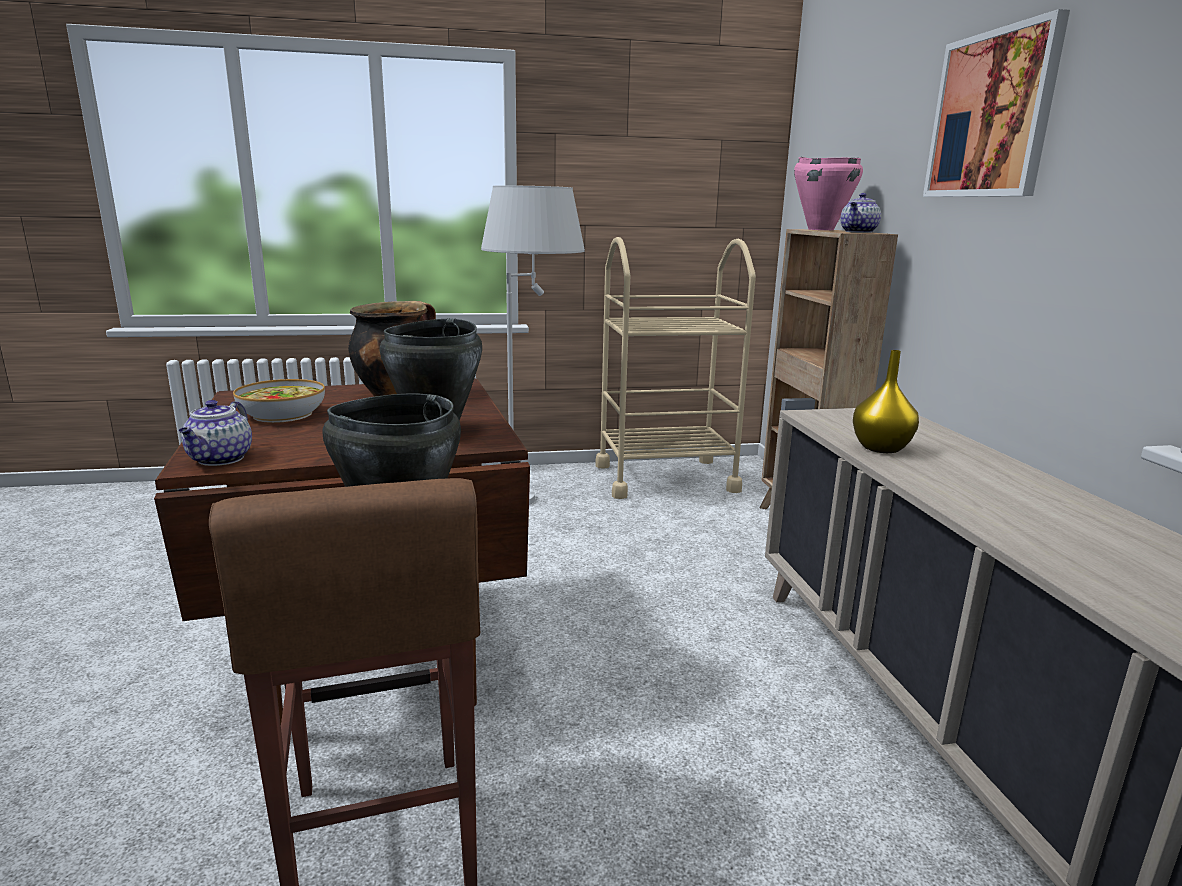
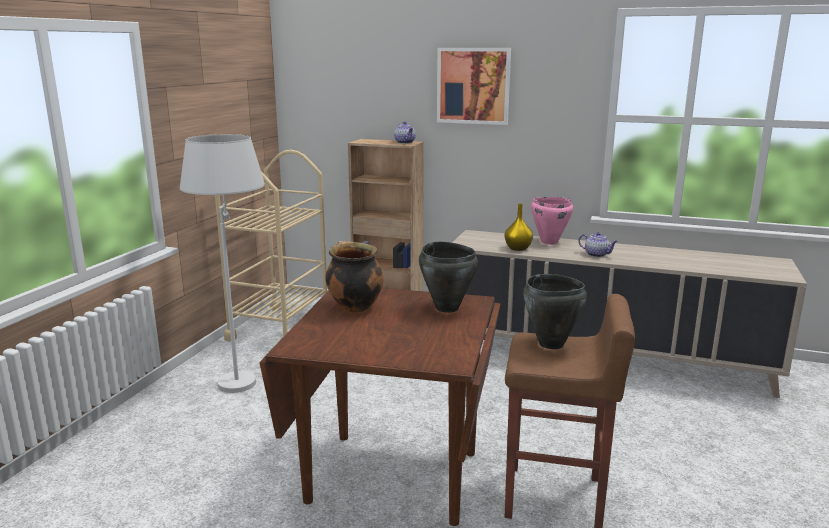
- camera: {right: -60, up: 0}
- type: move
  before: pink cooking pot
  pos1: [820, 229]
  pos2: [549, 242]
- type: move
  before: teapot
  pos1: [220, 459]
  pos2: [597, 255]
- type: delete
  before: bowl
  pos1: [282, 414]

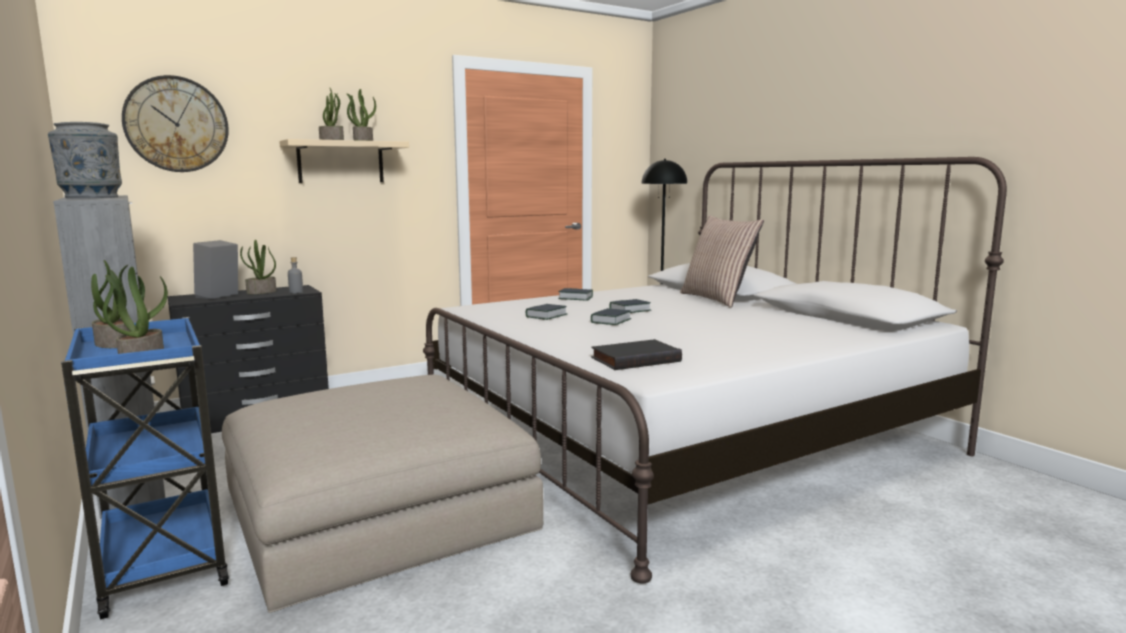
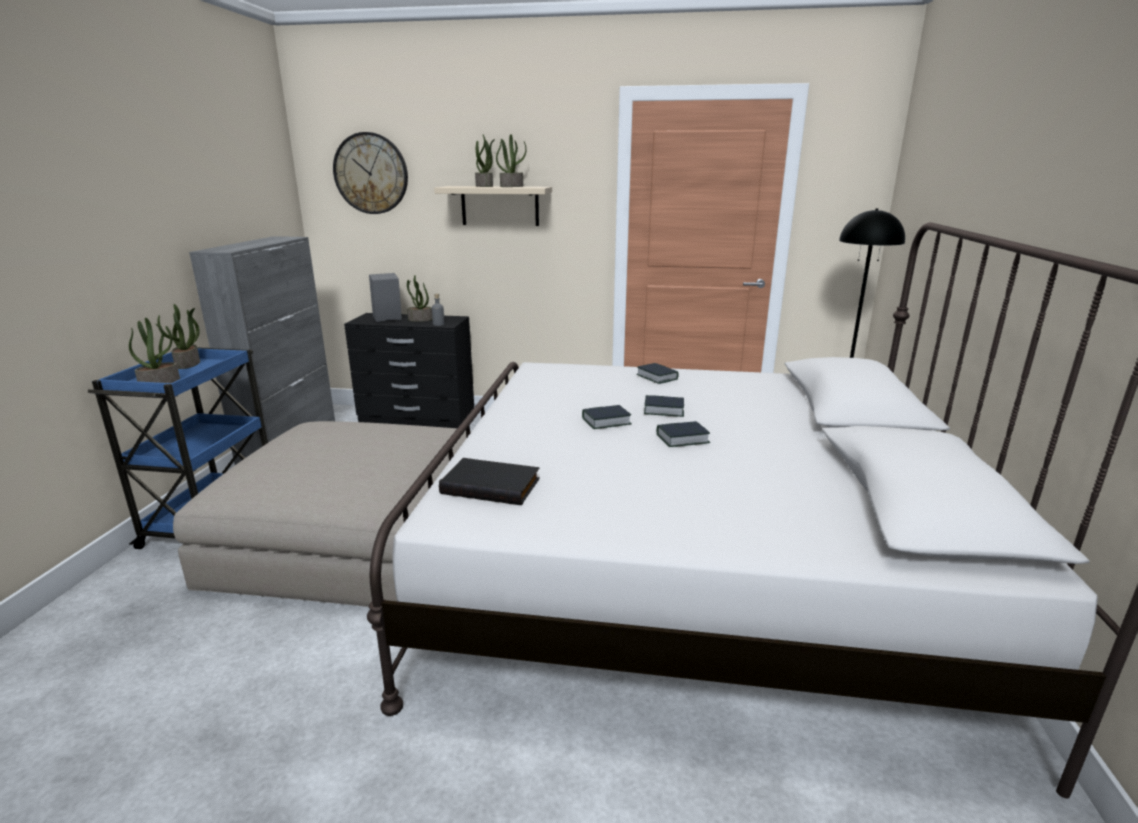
- camera: {right: 40, up: 10}
- type: move
  before: book
  pos1: [546, 316]
  pos2: [682, 439]
- type: delete
  before: grey vase
  pos1: [91, 197]
- type: delete
  before: pillow
  pos1: [717, 299]

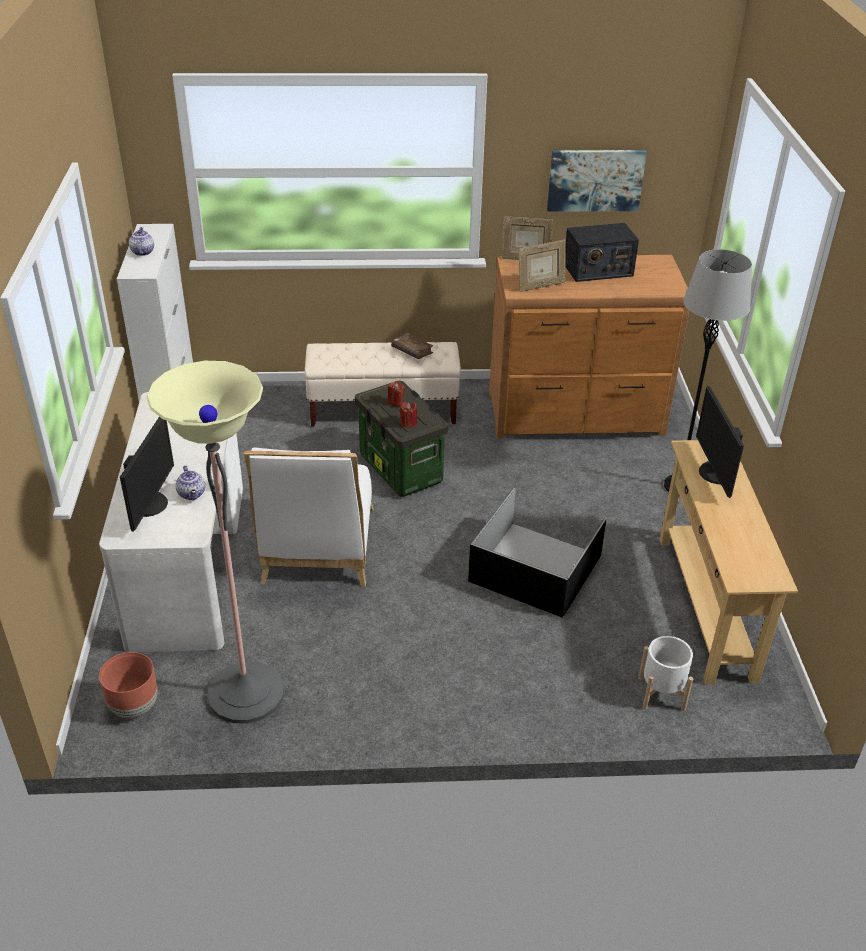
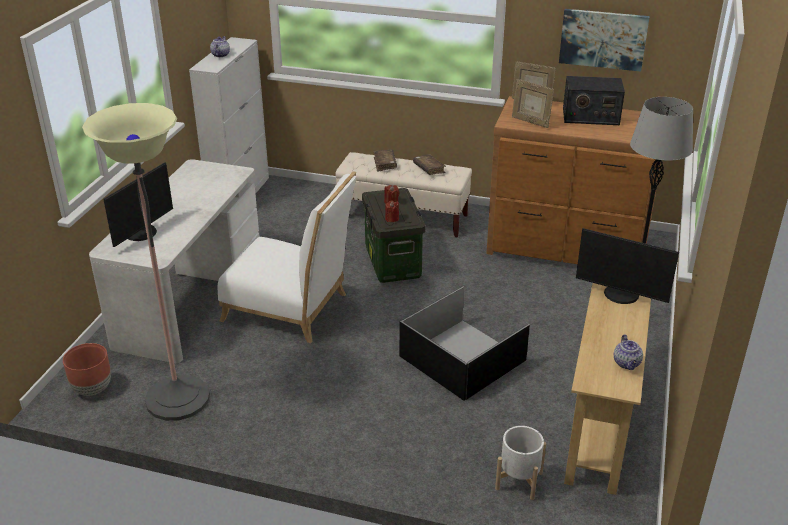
- camera: {right: 20, up: -5}
- type: rotate
  before: white chair
  pos1: [317, 551]
  pos2: [292, 309]
  turn: -90
- type: insert
  after: brown book
  pos2: [385, 164]
- type: rotate
  before: picture frame
  pos1: [540, 286]
  pos2: [530, 122]
  turn: 45
- type: rotate
  before: monitor
  pos1: [715, 473]
  pos2: [621, 295]
  turn: -75
- type: move
  before: teapot
  pos1: [192, 494]
  pos2: [627, 364]

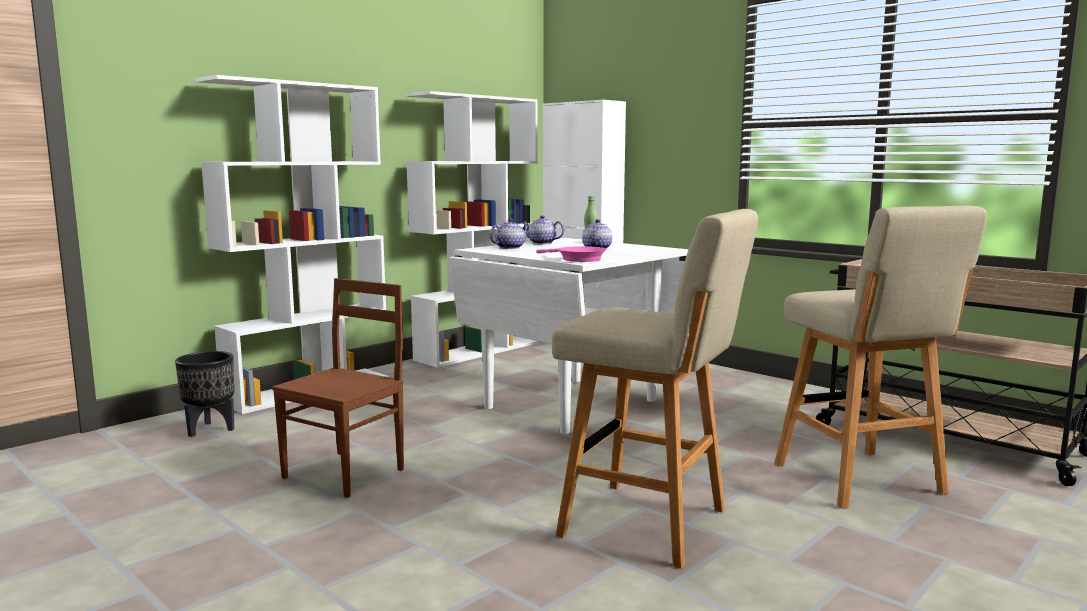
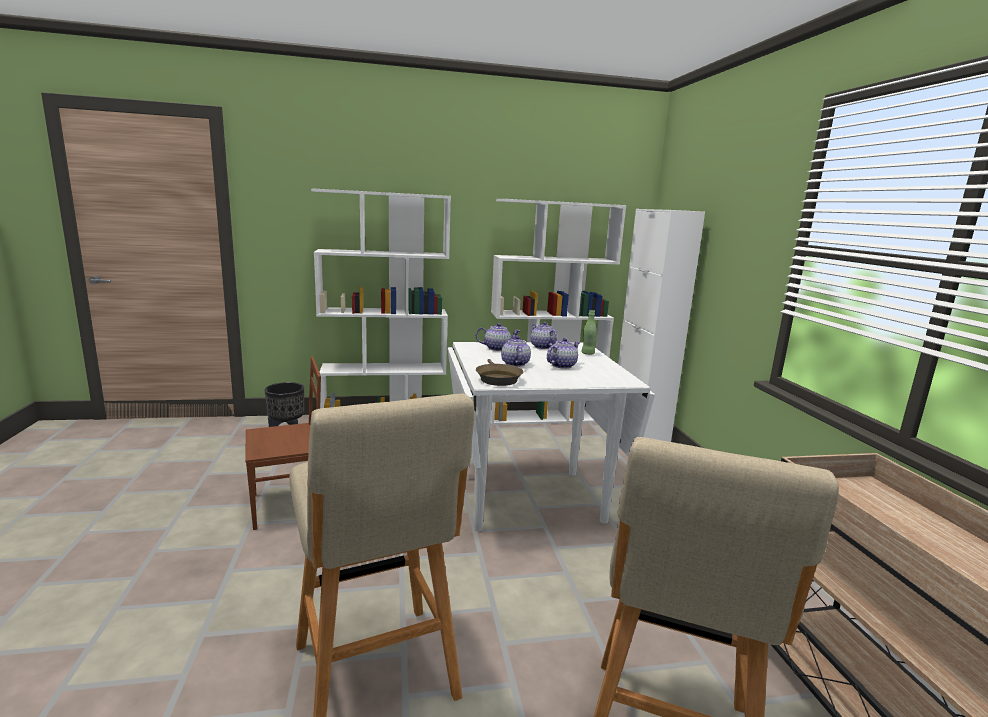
- camera: {right: 35, up: 5}
- type: recolor
  before: pink frying pan
  after: brown frying pan
  pos1: [577, 259]
  pos2: [497, 378]
- type: insert
  after: teapot
  pos2: [514, 364]

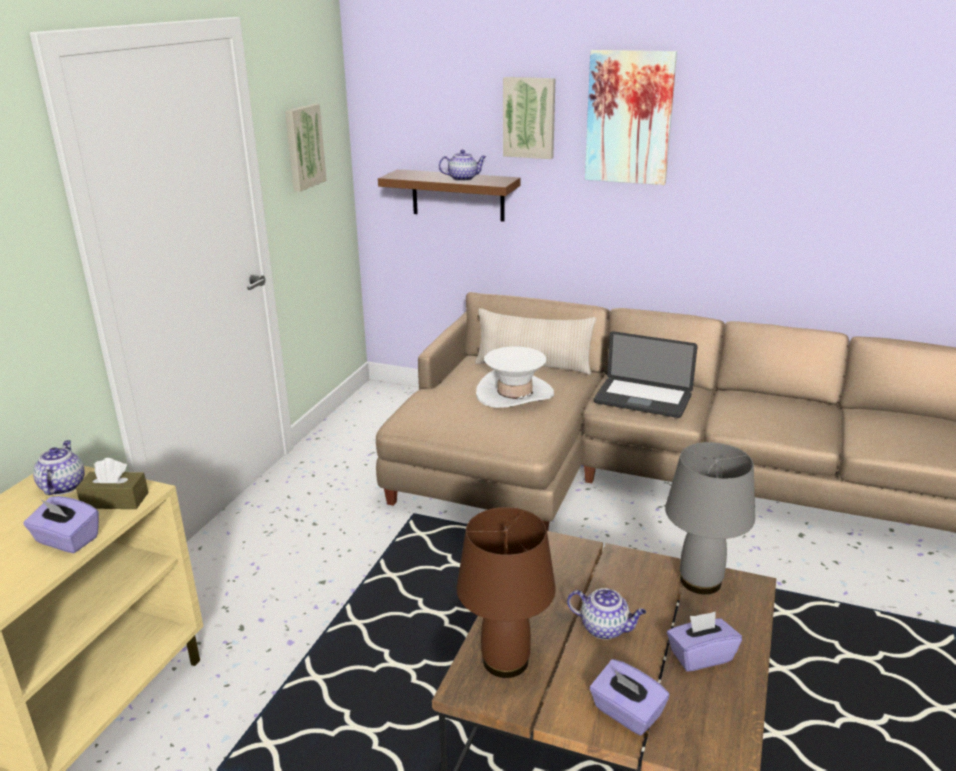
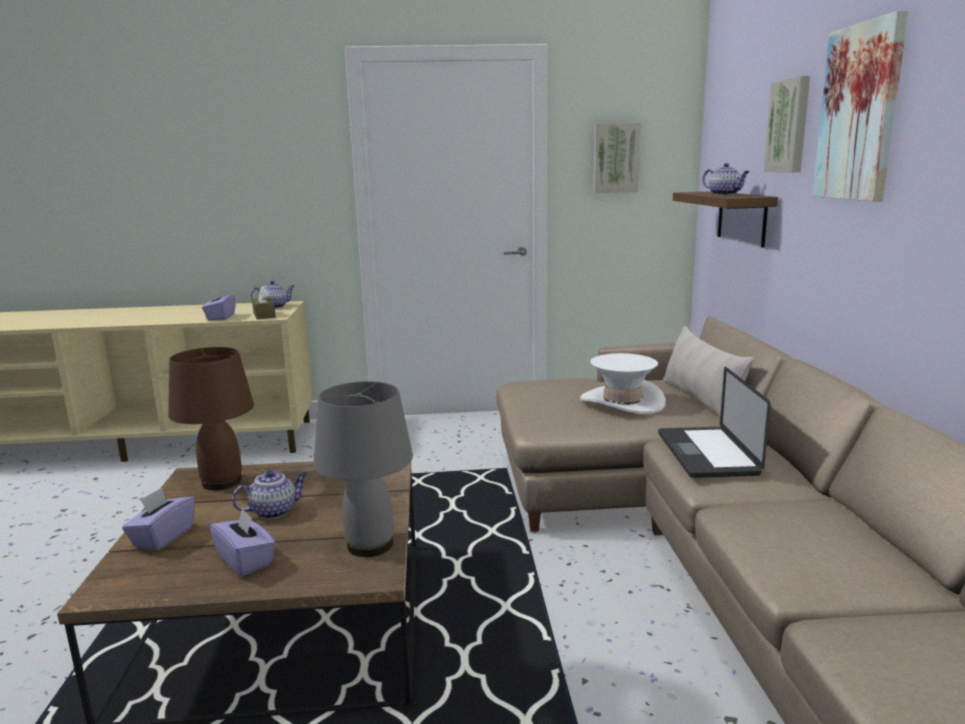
- camera: {right: 65, up: -10}
- type: rotate
  before: teapot
  pos1: [605, 628]
  pos2: [274, 511]
  turn: -120

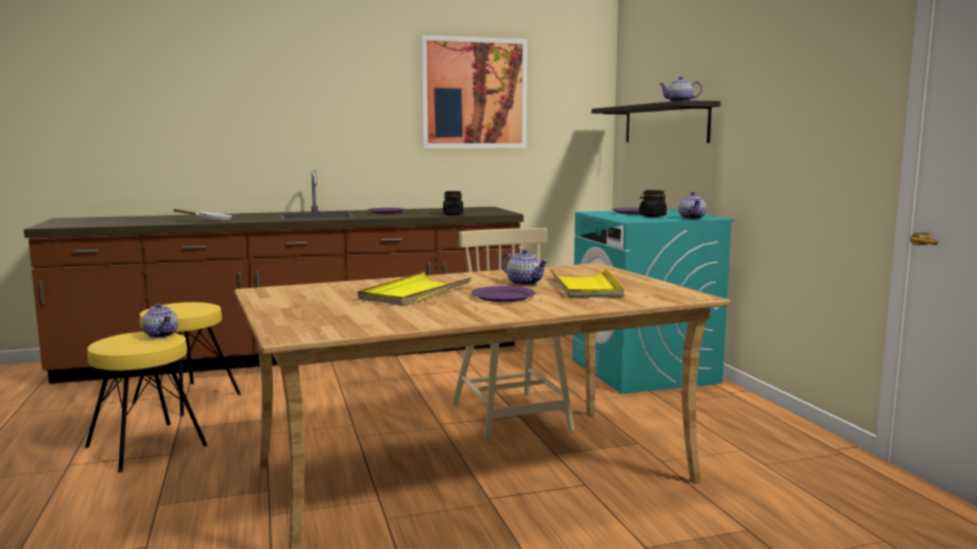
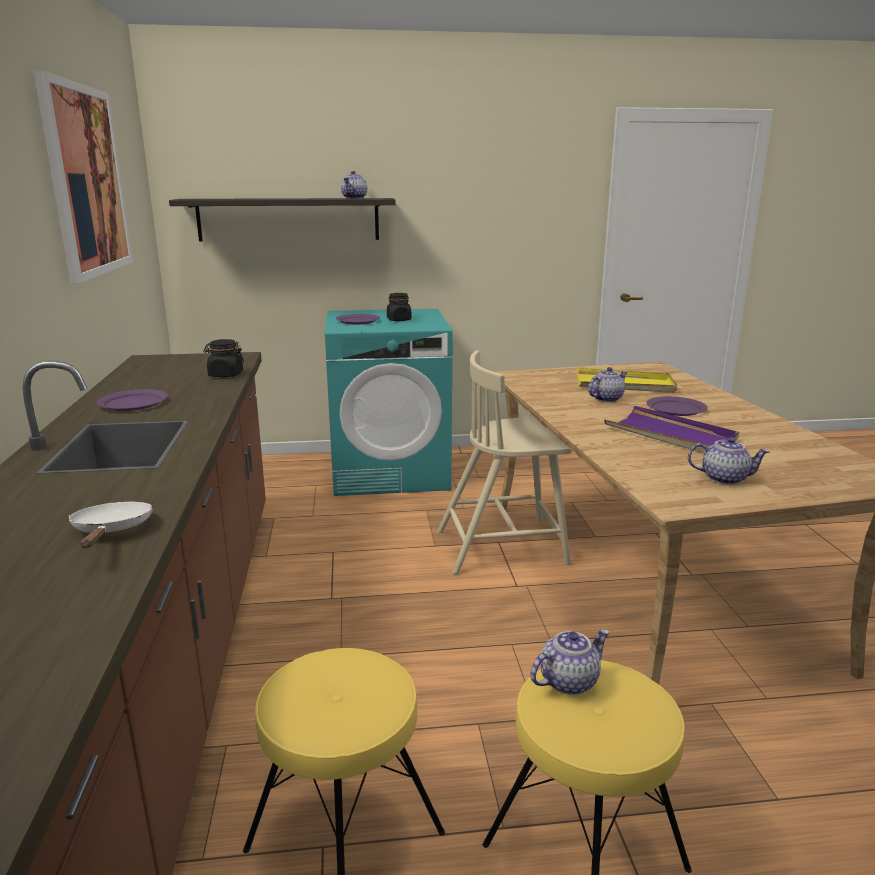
- camera: {right: -80, up: 10}
- type: recolor
  before: yellow tray
  after: purple tray
  pos1: [415, 293]
  pos2: [670, 435]
- type: move
  before: teapot
  pos1: [692, 218]
  pos2: [724, 478]

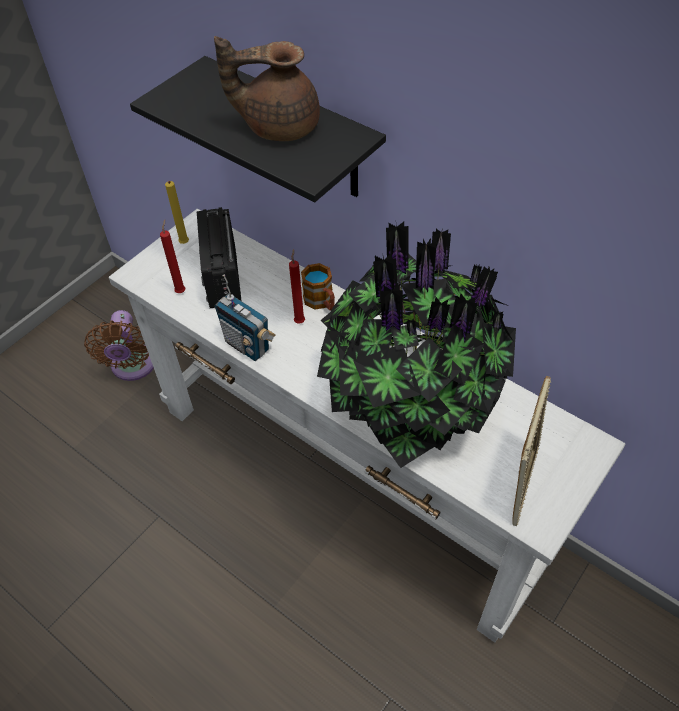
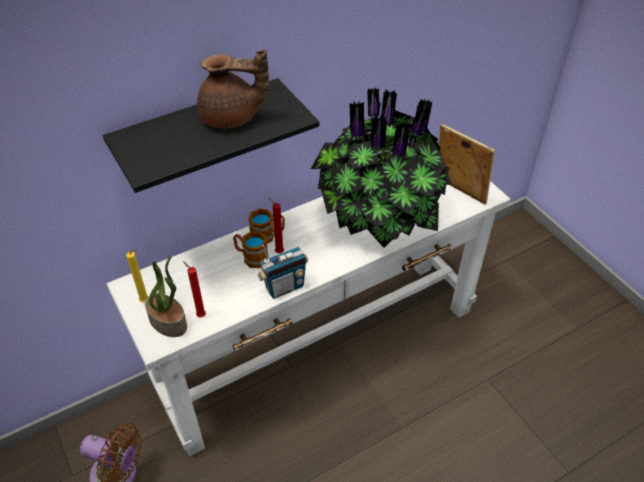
- camera: {right: -70, up: -5}
- type: insert
  after: potted plant
  pos2: [169, 322]
- type: rotate
  before: brown teapot
  pos1: [279, 126]
  pos2: [231, 118]
  turn: -105
- type: insert
  after: mug
  pos2: [251, 257]
- type: delete
  before: radio
  pos1: [223, 278]

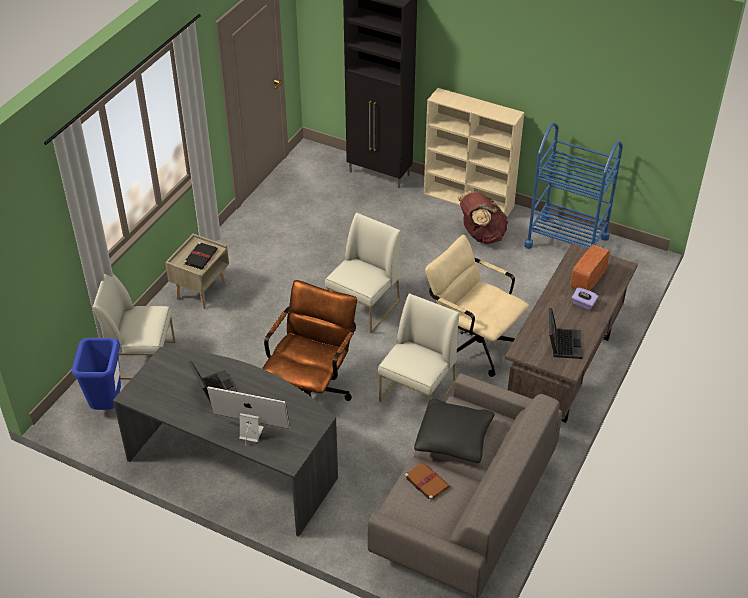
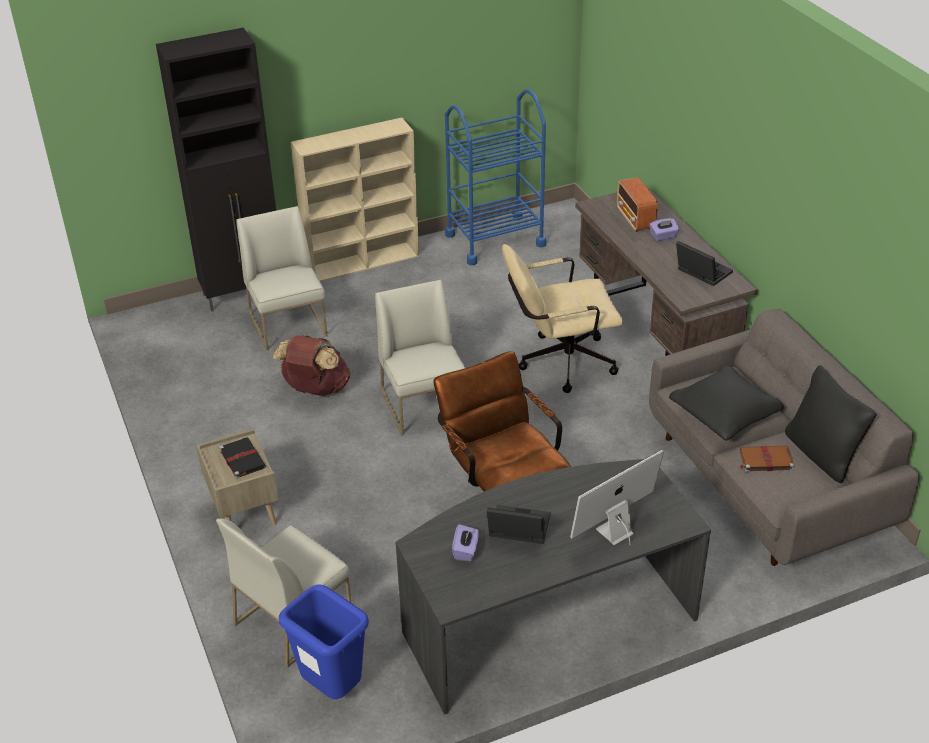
- camera: {right: -50, up: -5}
- type: move
  before: white chair
  pos1: [417, 392]
  pos2: [289, 325]
- type: move
  before: brown backpack
  pos1: [481, 235]
  pos2: [316, 389]
- type: insert
  after: purple tissue box
  pos2: [466, 551]
- type: insert
  after: black pillow
  pos2: [822, 454]

